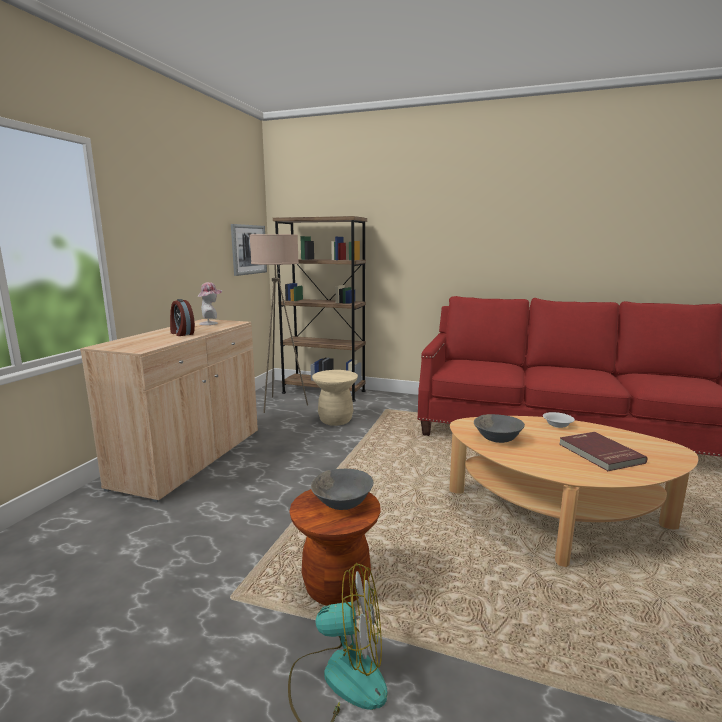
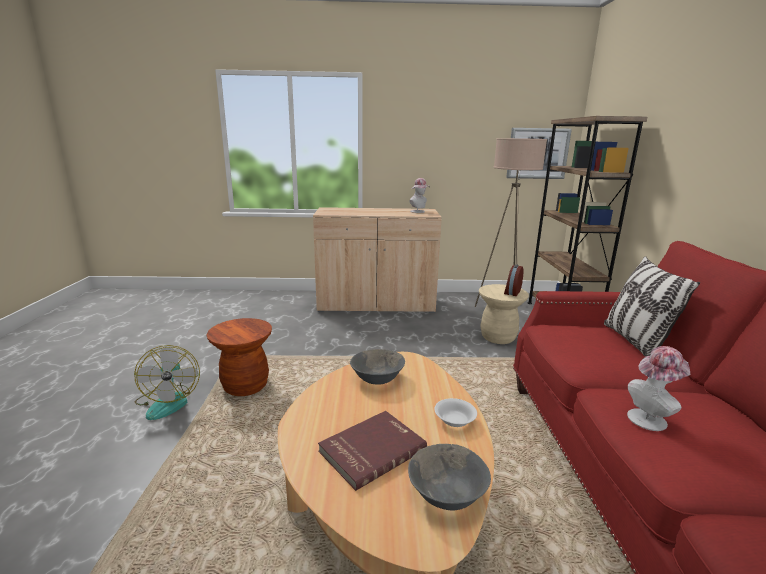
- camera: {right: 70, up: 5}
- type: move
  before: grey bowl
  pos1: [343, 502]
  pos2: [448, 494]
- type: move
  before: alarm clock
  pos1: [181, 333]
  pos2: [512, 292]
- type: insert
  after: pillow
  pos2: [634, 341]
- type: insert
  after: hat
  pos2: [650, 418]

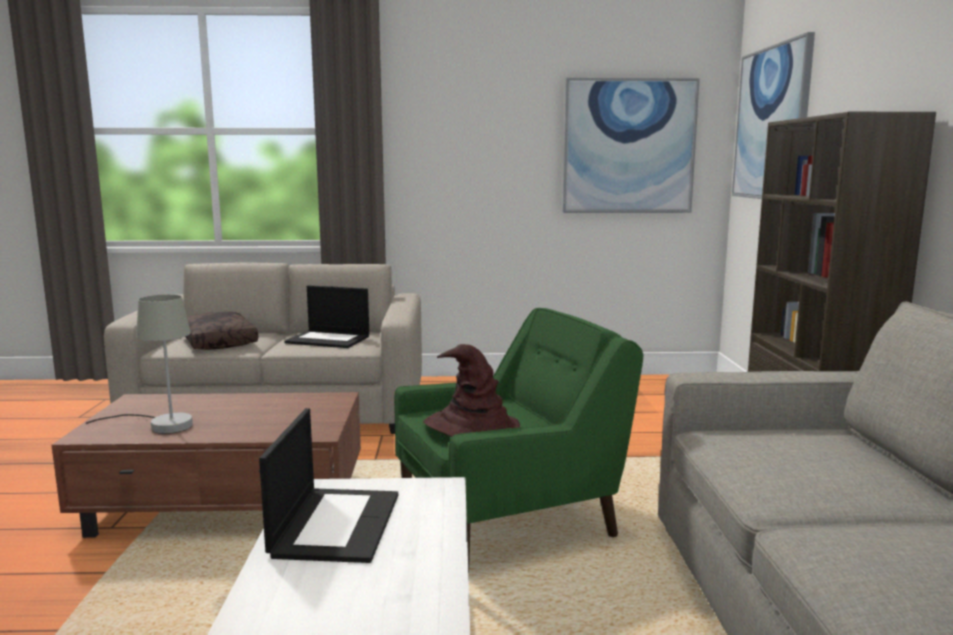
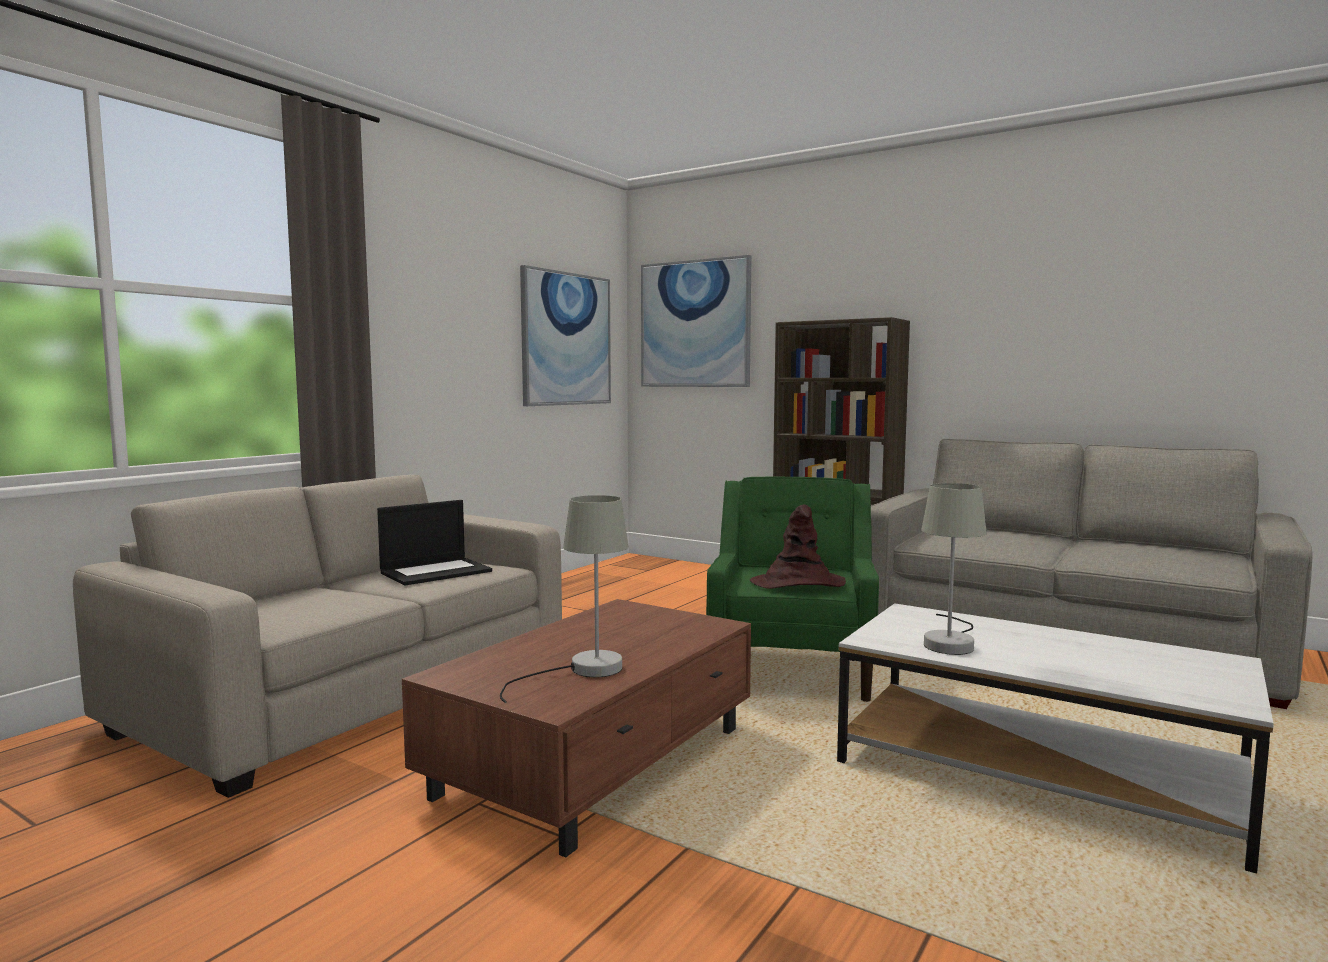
- camera: {right: -55, up: -5}
- type: replace
  before: laptop
  after: grey table lamp
  pos1: [336, 523]
  pos2: [951, 642]
- type: delete
  before: brown pillow
  pos1: [220, 341]

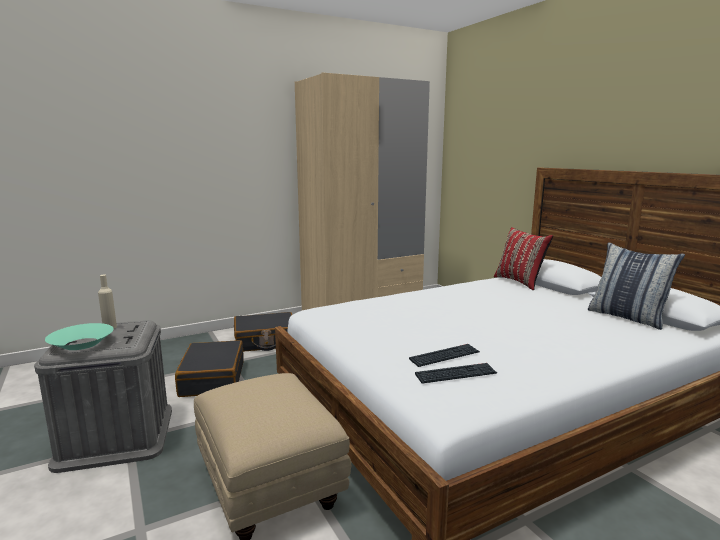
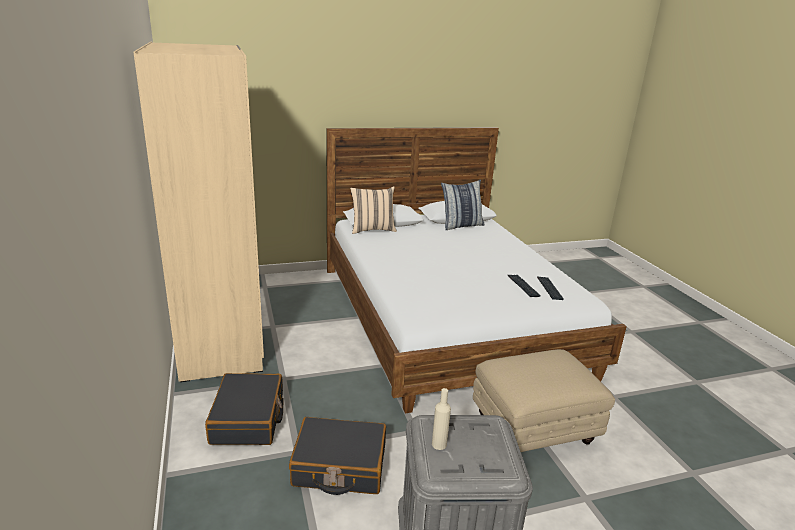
- camera: {right: -80, up: 10}
- type: recolor
  before: red pillow
  after: beige pillow
  pos1: [520, 282]
  pos2: [372, 230]
- type: delete
  before: turquoise bowl
  pos1: [81, 344]

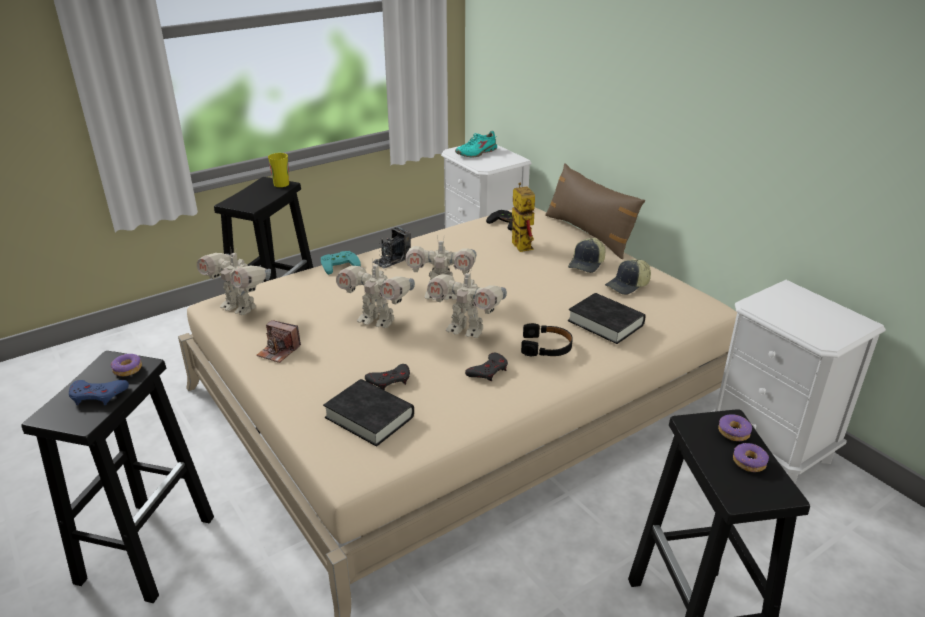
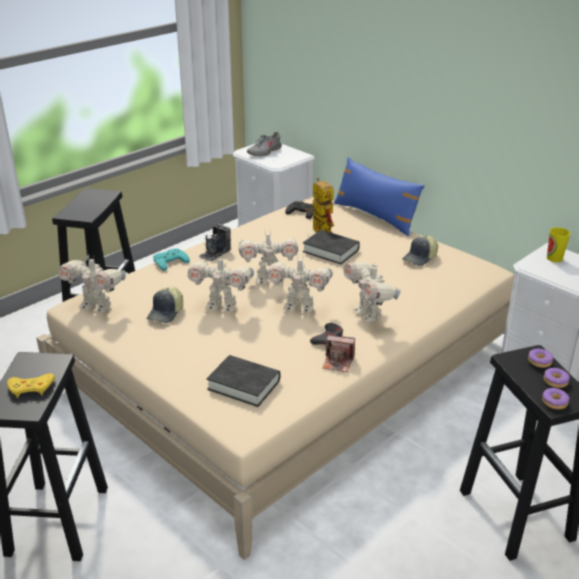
- camera: {right: -10, up: 0}
- type: recolor
  before: blue game controller
  after: yellow game controller
  pos1: [98, 395]
  pos2: [31, 388]
- type: move
  before: cap
  pos1: [587, 264]
  pos2: [166, 313]
- type: recolor
  before: turquoise shoe
  after: grey shoe
  pos1: [476, 153]
  pos2: [264, 152]
- type: move
  before: black book
  pos1: [605, 323]
  pos2: [331, 251]
- type: move
  before: photo camera
  pos1: [278, 351]
  pos2: [338, 362]
- type: recolor
  before: brown pillow
  after: blue pillow
  pos1: [589, 234]
  pos2: [375, 216]
- type: replace
  before: black headphones
  after: toy robot
  pos1: [546, 347]
  pos2: [369, 314]
- type: move
  before: donut
  pos1: [128, 369]
  pos2: [555, 402]
- type: move
  before: cup
  pos1: [281, 184]
  pos2: [554, 258]
- type: delete
  before: grey game controller
  pos1: [389, 380]

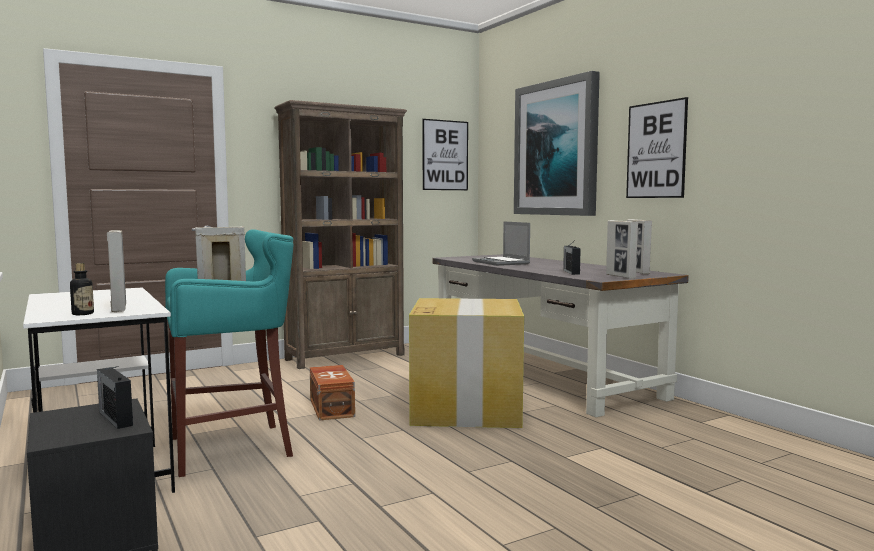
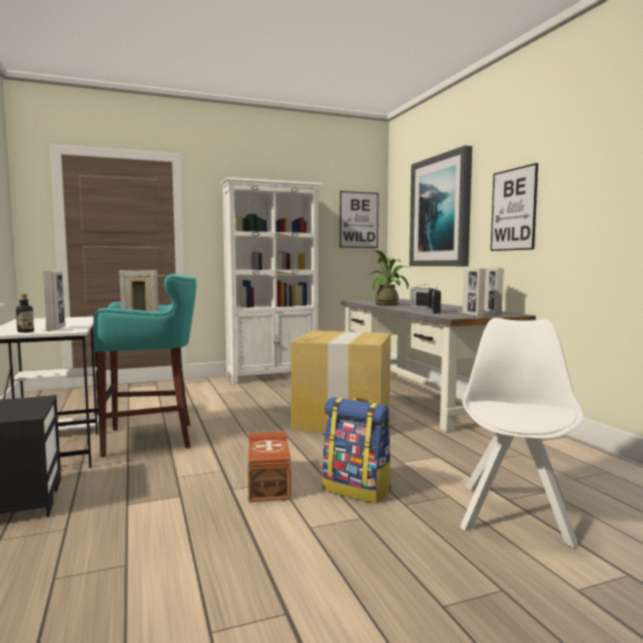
- camera: {right: 10, up: 0}
- type: recolor
  before: brown bookcase
  after: white bookcase
  pos1: [346, 357]
  pos2: [273, 377]
- type: move
  before: brown storage box
  pos1: [332, 407]
  pos2: [270, 482]
- type: insert
  after: backpack
  pos2: [357, 489]
- type: replace
  before: laptop
  after: potted plant
  pos1: [502, 263]
  pos2: [389, 304]
- type: move
  before: radio
  pos1: [115, 418]
  pos2: [421, 307]
- type: insert
  after: white chair
  pos2: [515, 512]

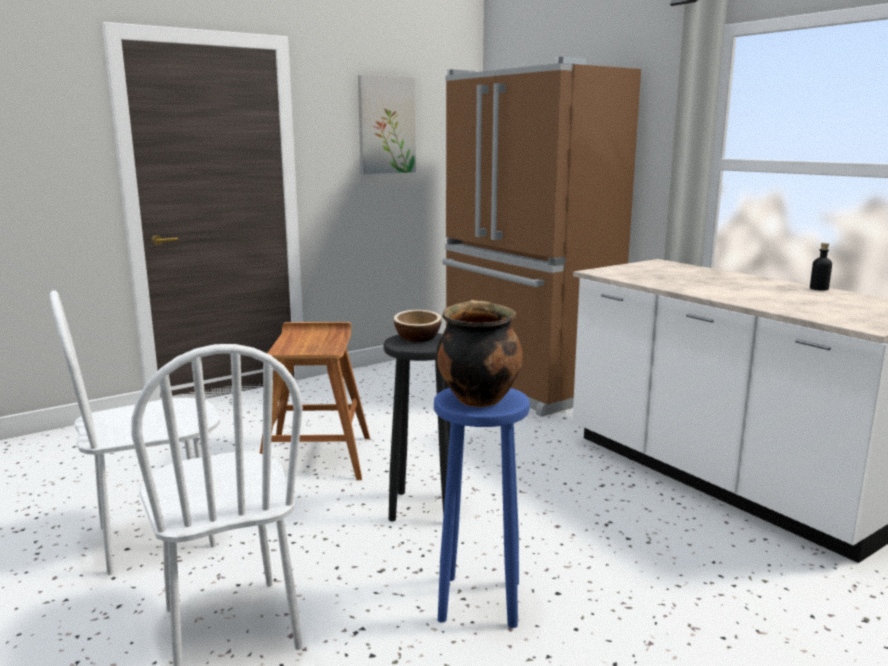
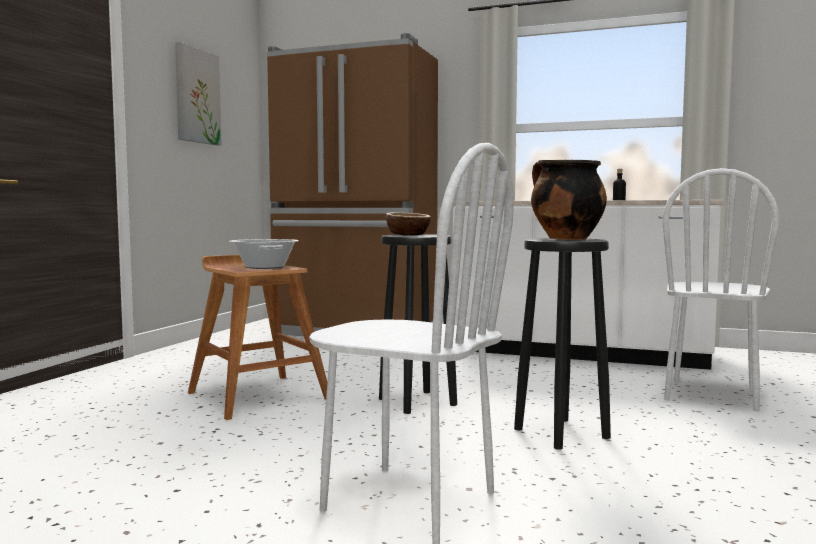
- camera: {right: -35, up: -10}
- type: insert
  after: cooking pot
  pos2: [264, 267]
- type: recolor
  before: blue stool
  after: black stool
  pos1: [479, 601]
  pos2: [562, 433]
- type: move
  before: white chair
  pos1: [156, 537]
  pos2: [711, 394]

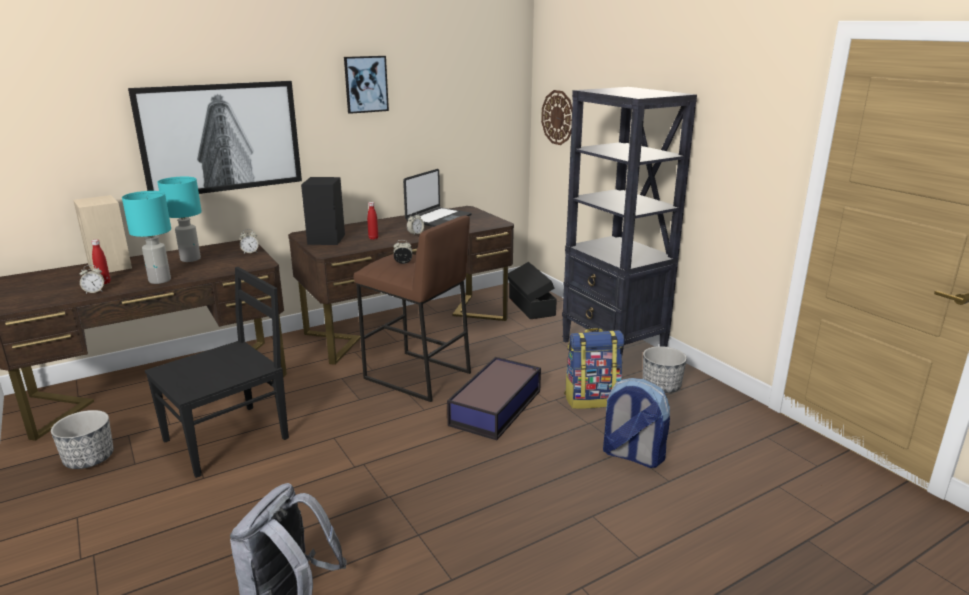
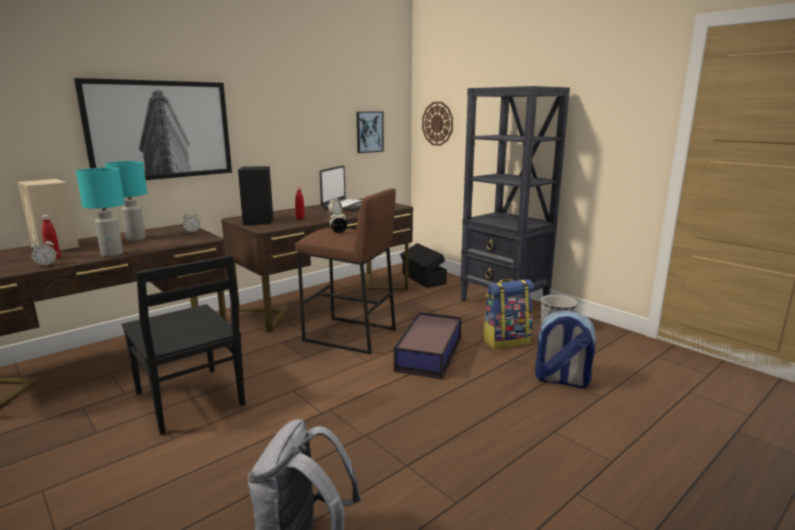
- camera: {right: -10, up: -5}
- type: rotate
  before: black chair
  pos1: [229, 438]
  pos2: [190, 400]
  turn: 105
- type: move
  before: picture
  pos1: [366, 84]
  pos2: [369, 132]
- type: delete
  before: planter
  pos1: [89, 459]

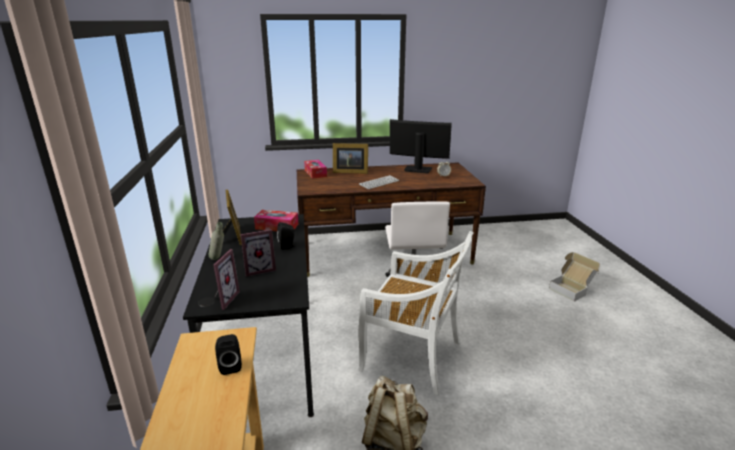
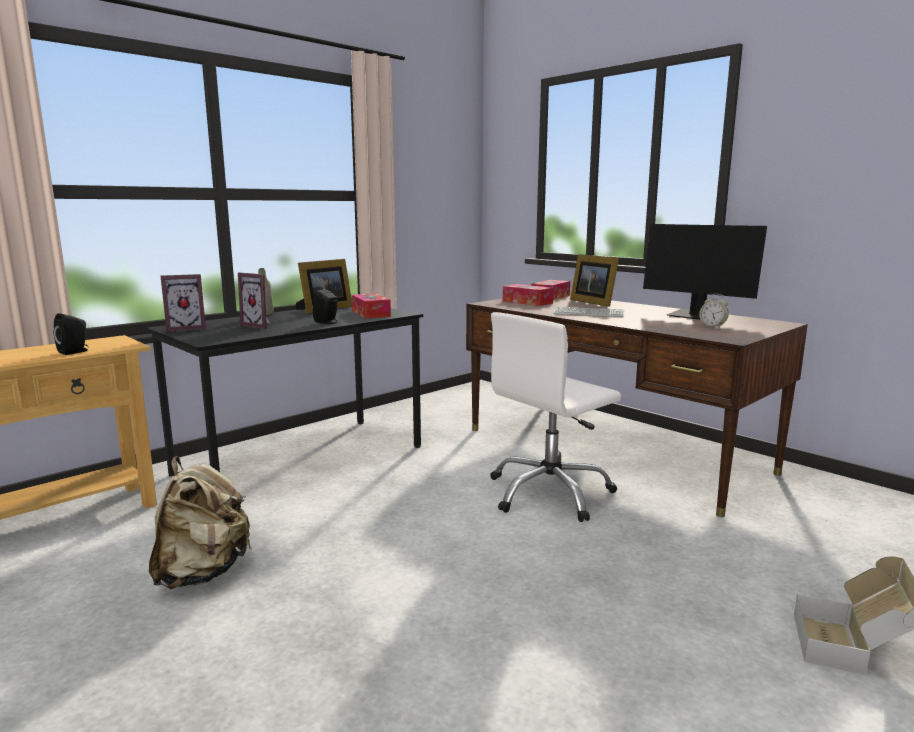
- camera: {right: 55, up: -10}
- type: insert
  after: tissue box
  pos2: [527, 302]
- type: rotate
  before: monitor
  pos1: [418, 169]
  pos2: [697, 316]
  turn: 150
- type: delete
  before: white chair
  pos1: [413, 356]

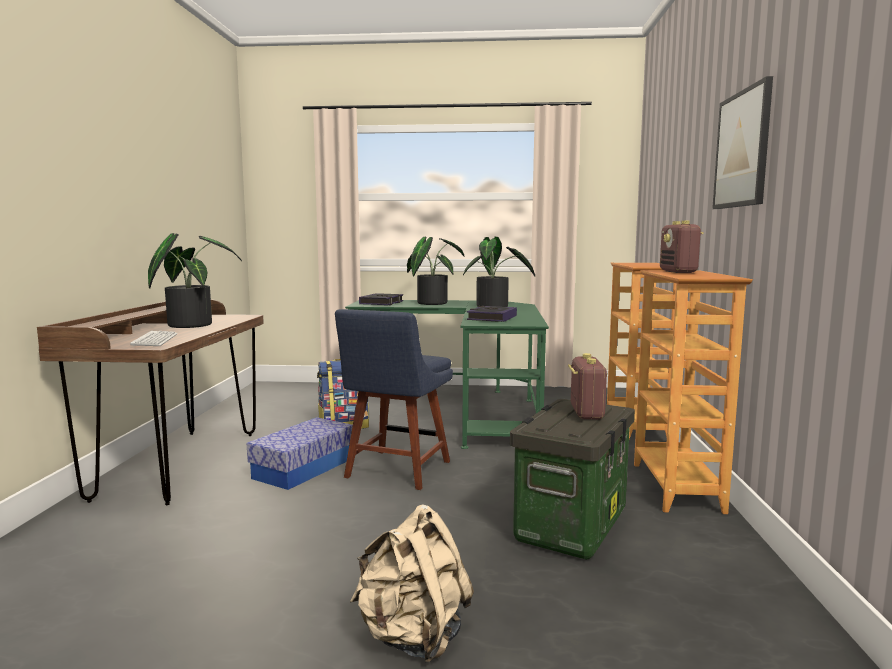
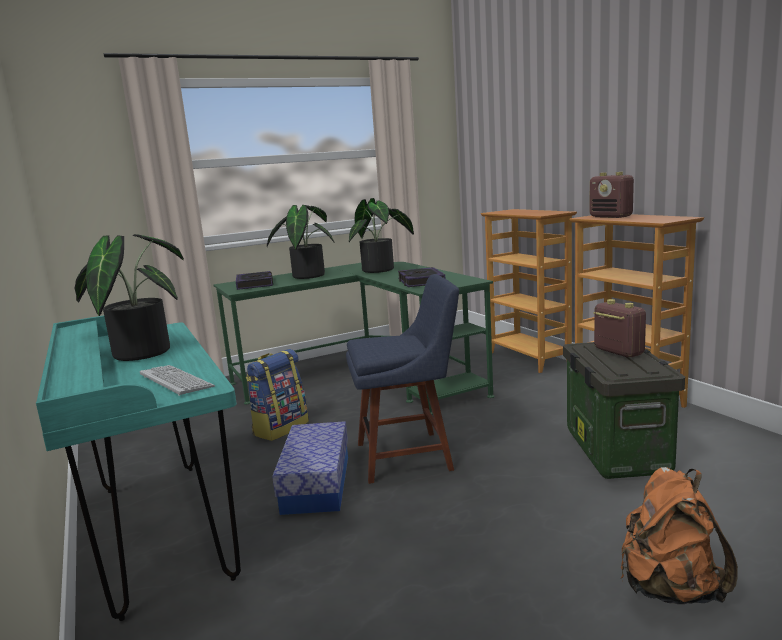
- camera: {right: -30, up: 5}
- type: recolor
  before: brown desk
  after: turquoise desk
  pos1: [180, 464]
  pos2: [161, 530]
- type: rotate
  before: blue chair
  pos1: [396, 471]
  pos2: [409, 455]
  turn: -90
- type: recolor
  before: beige backpack
  after: orange backpack
  pos1: [413, 636]
  pos2: [669, 588]
- type: delete
  before: picture
  pos1: [742, 149]

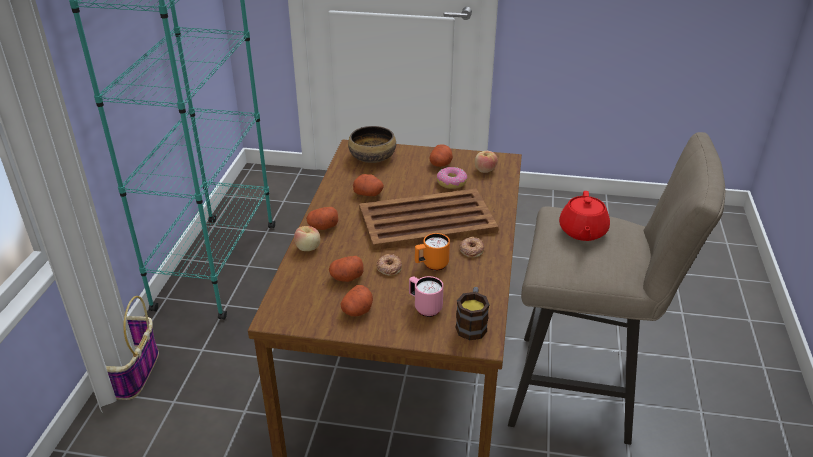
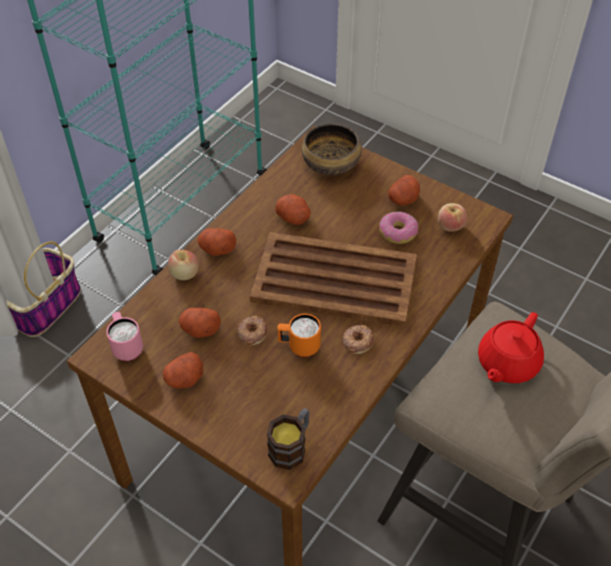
- camera: {right: 25, up: 15}
- type: move
  before: pink mug
  pos1: [424, 307]
  pos2: [126, 347]

